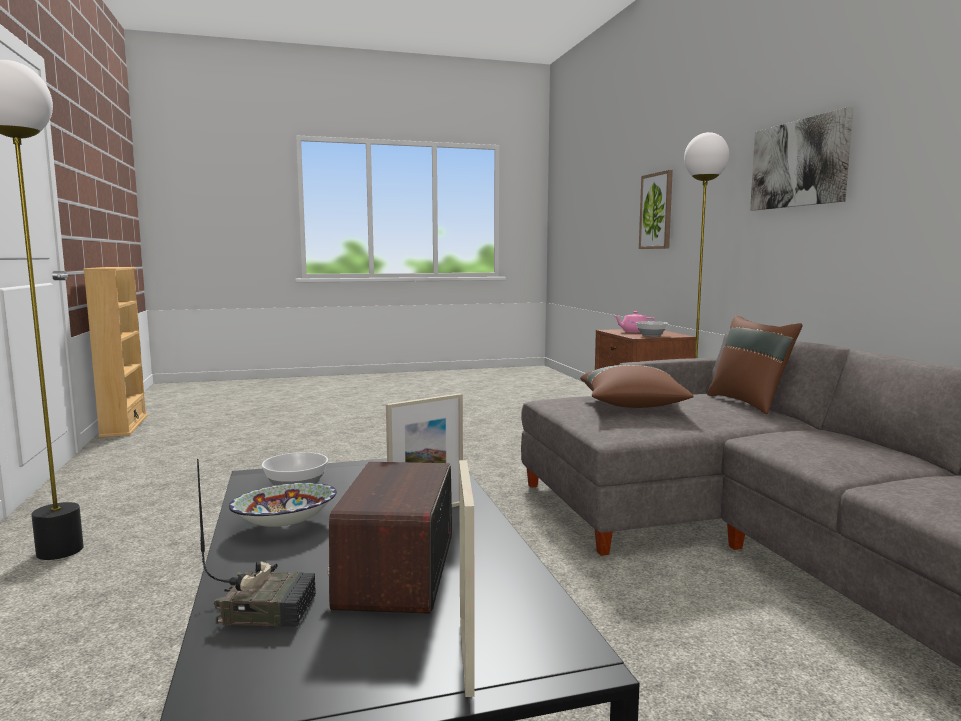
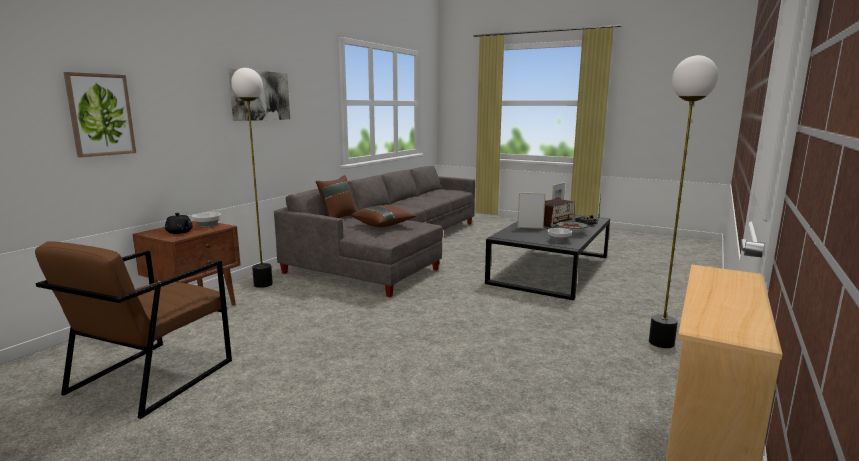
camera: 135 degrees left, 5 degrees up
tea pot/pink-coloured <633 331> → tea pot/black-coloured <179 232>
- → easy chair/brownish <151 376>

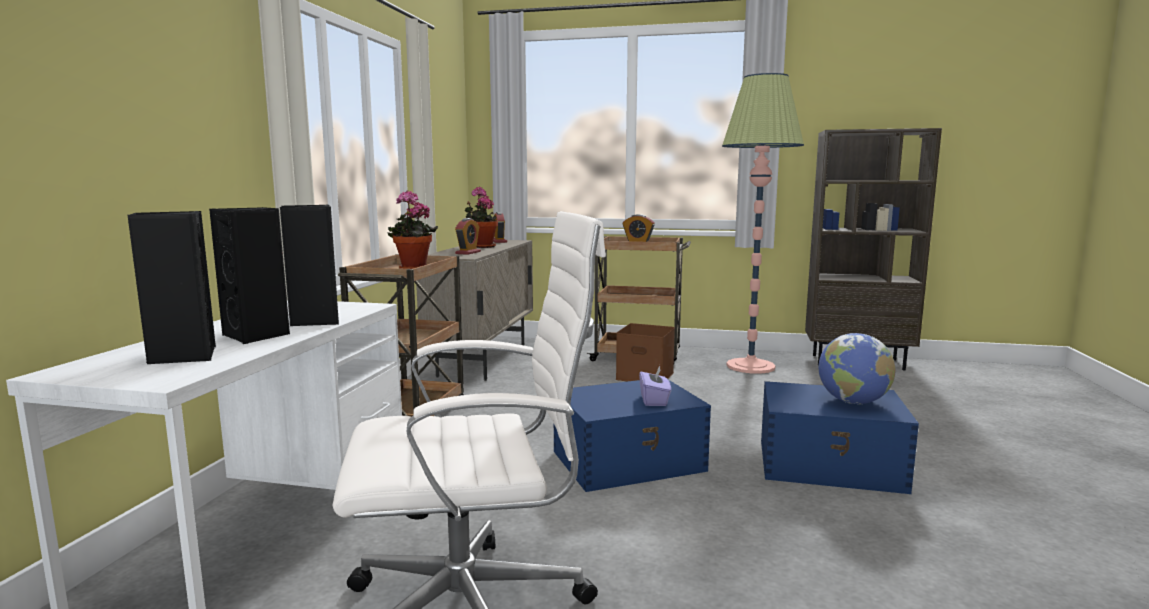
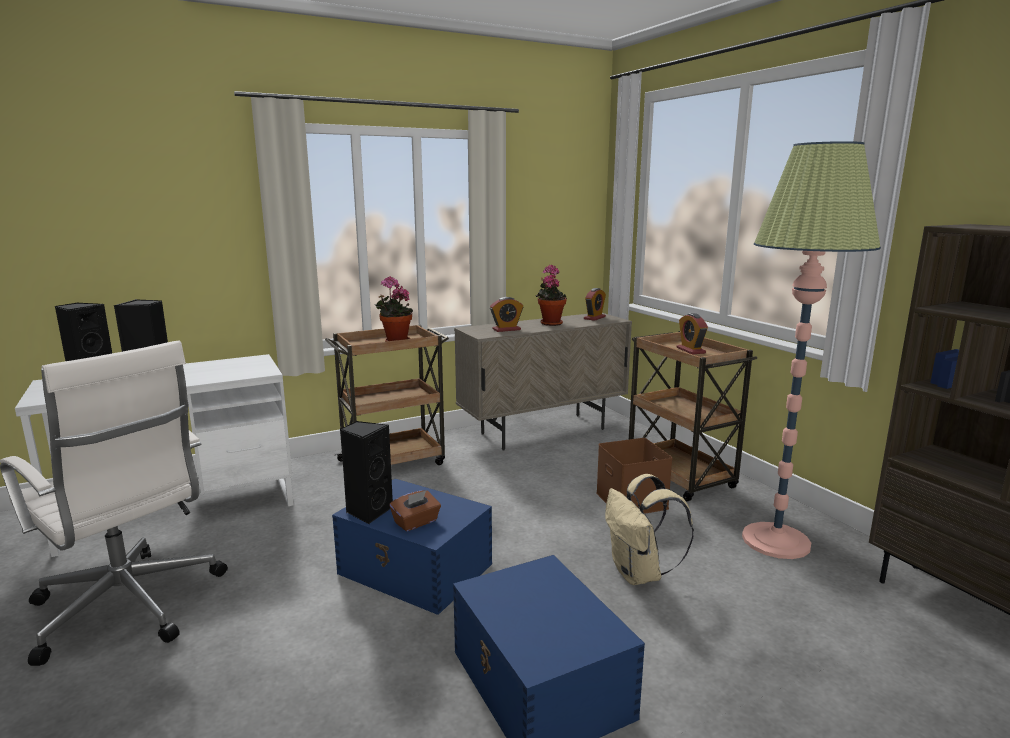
camera: 50 degrees right, 5 degrees up
loudspeaker/black-coloured <315 321> → loudspeaker/black-coloured <368 511>, move
world globe <853 402> → -
box of tissues/purple <654 400> → box of tissues/brownish <416 522>
- → rucksack/beige <639 574>

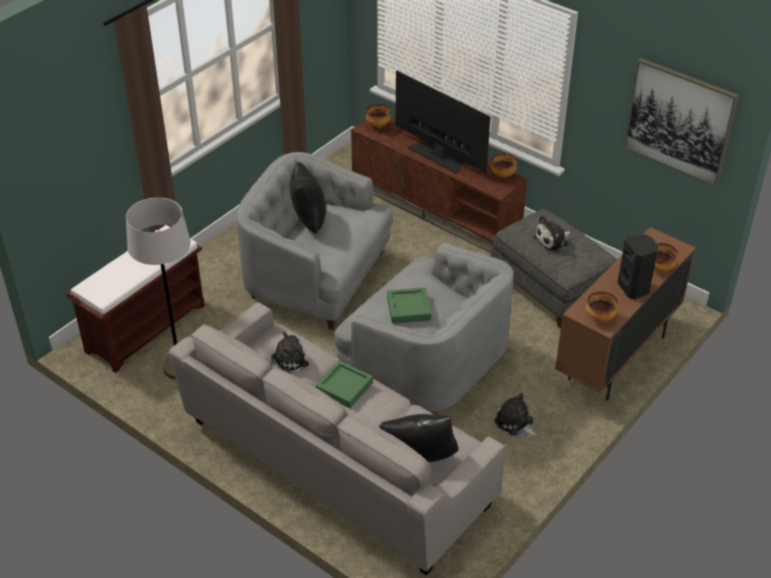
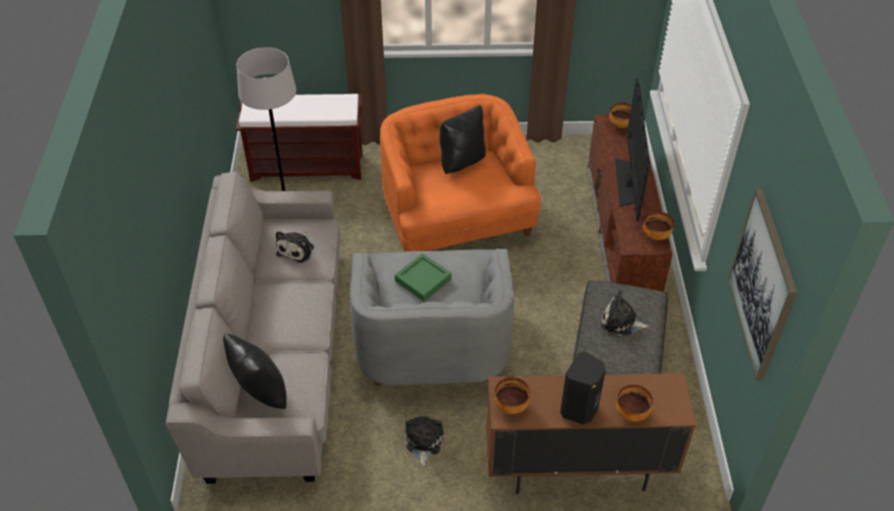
camera: 50 degrees right, 5 degrees up
easy chair/greyish <316 278> → easy chair/orange-coloured <456 218>
soft toy <287 361> → soft toy <297 249>, 90 degrees clockwise
tray/greenish <344 387> → -

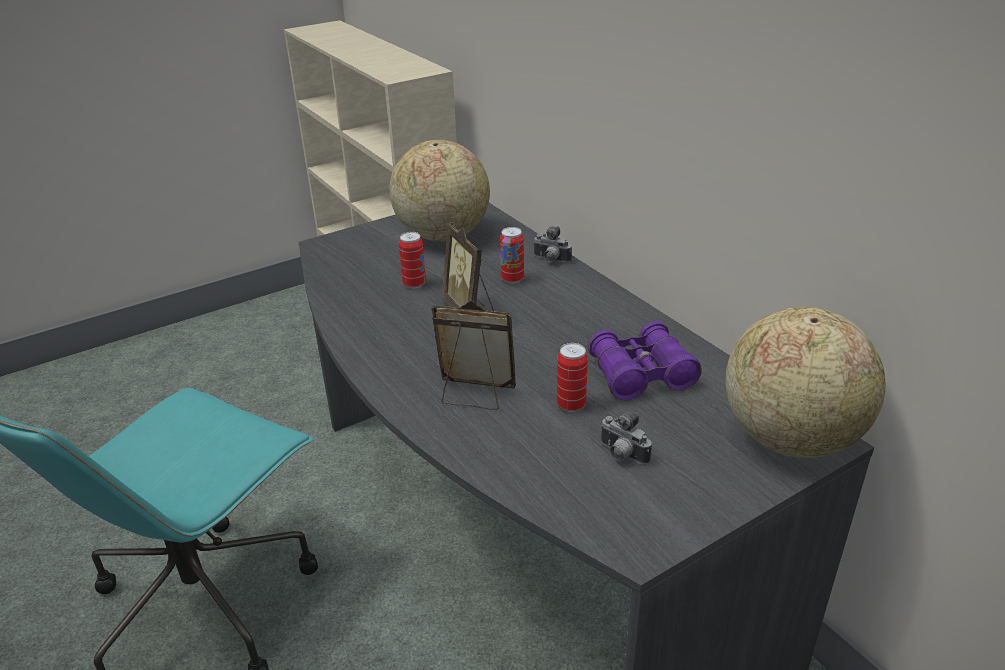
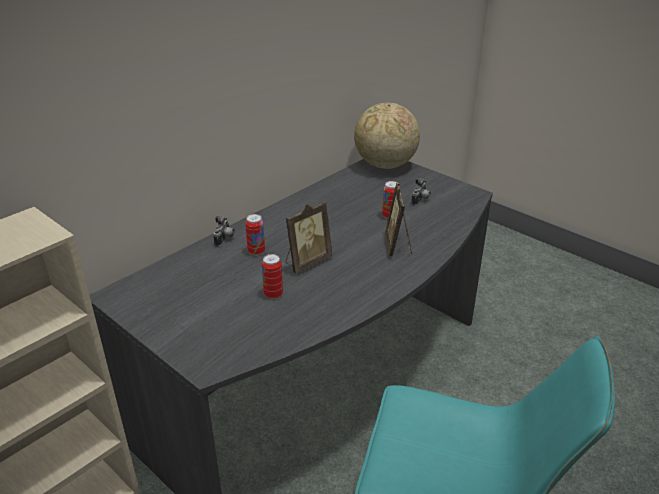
camera: 105 degrees left, 0 degrees up
world globe <442 235> → -
pair of binoculars/purple <641 374> → -

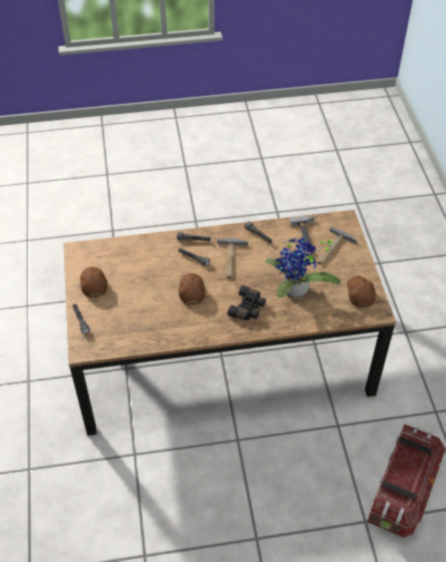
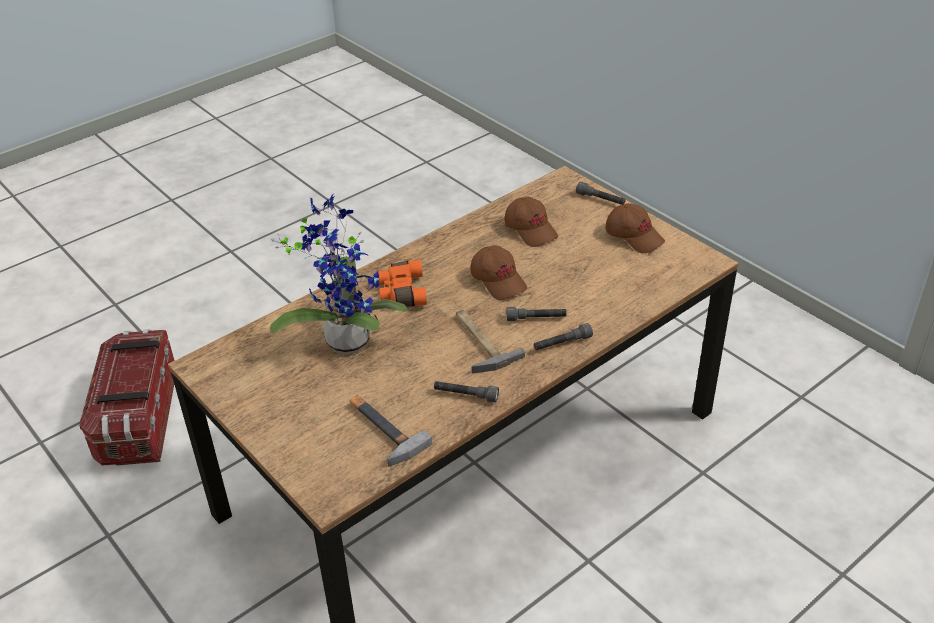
camera: 150 degrees right, 10 degrees down
tool hammer <332 250> → -
cap/brownish <359 293> → cap/brownish <531 230>, move
pair of binoculars/black-coloured <248 308> → pair of binoculars/orange-coloured <401 292>

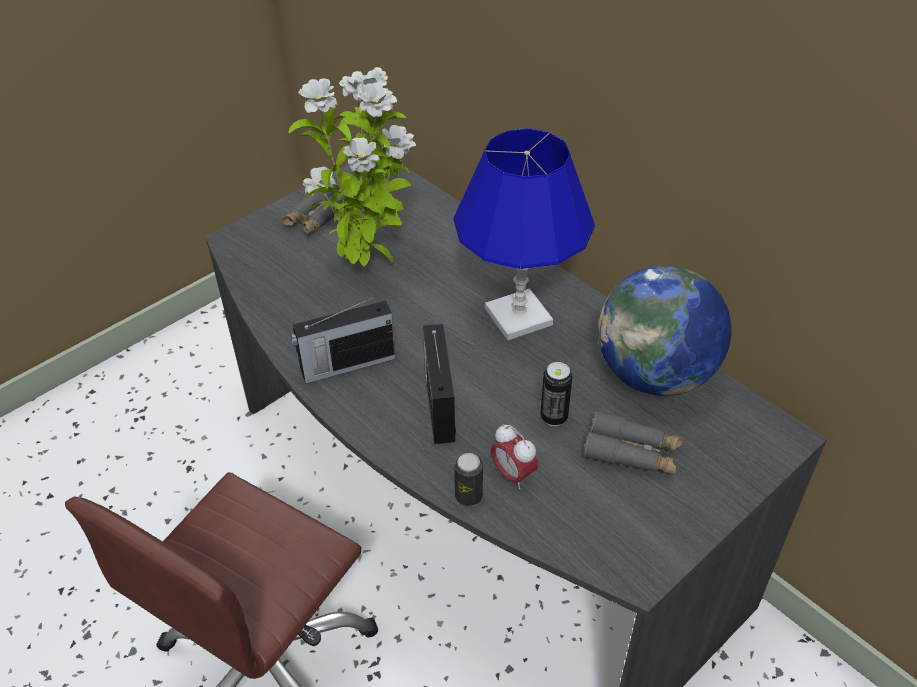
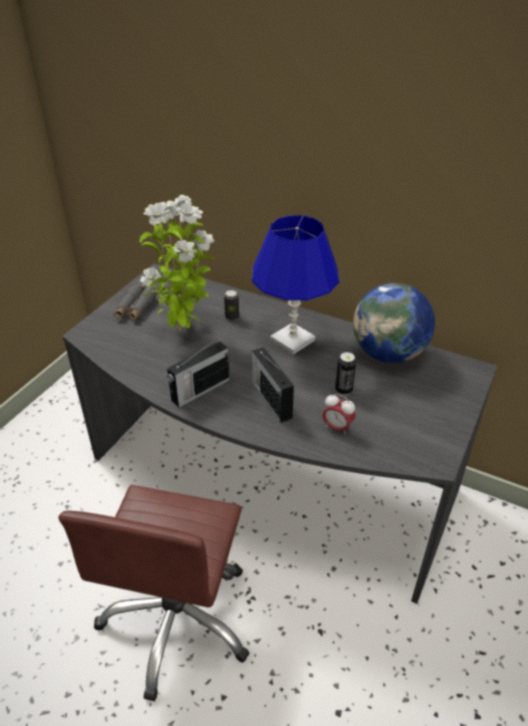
camera: 20 degrees left, 5 degrees down
pair of binoculars/greyish <632 453> → -
can <468 495> → can <232 316>, move

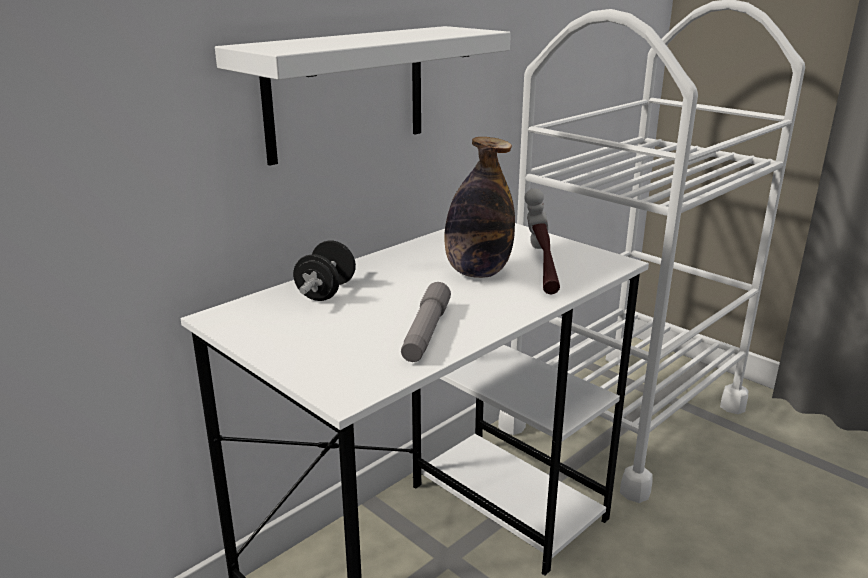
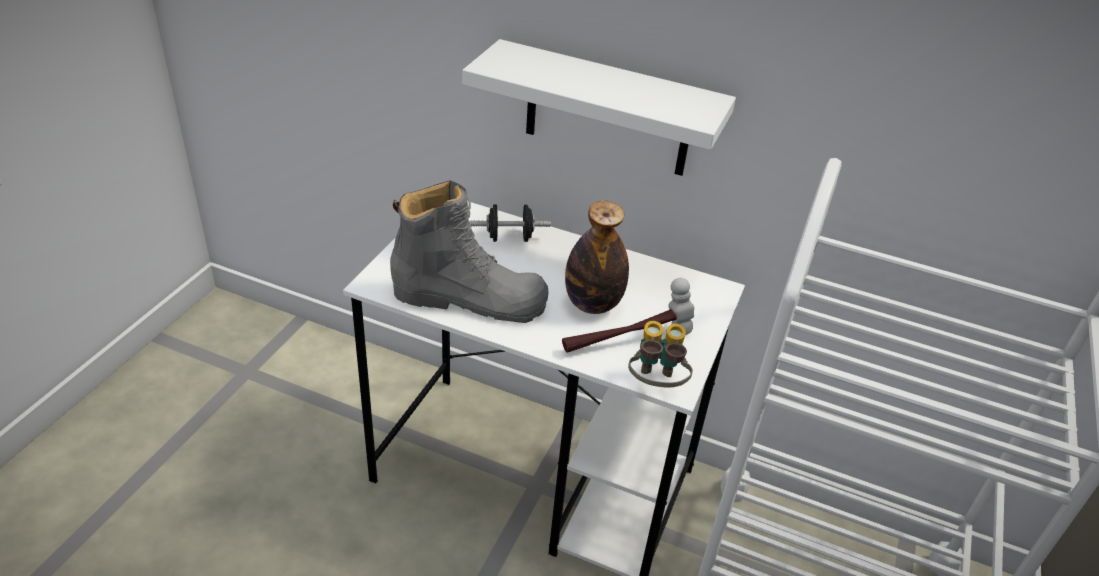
camera: 65 degrees right, 15 degrees up
hand torch/greyish <426 332> → boot/greyish <470 299>
- → pair of binoculars <655 385>

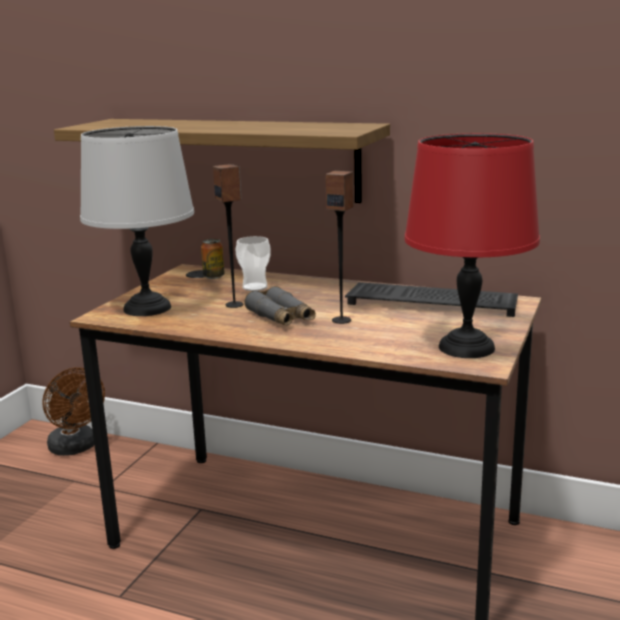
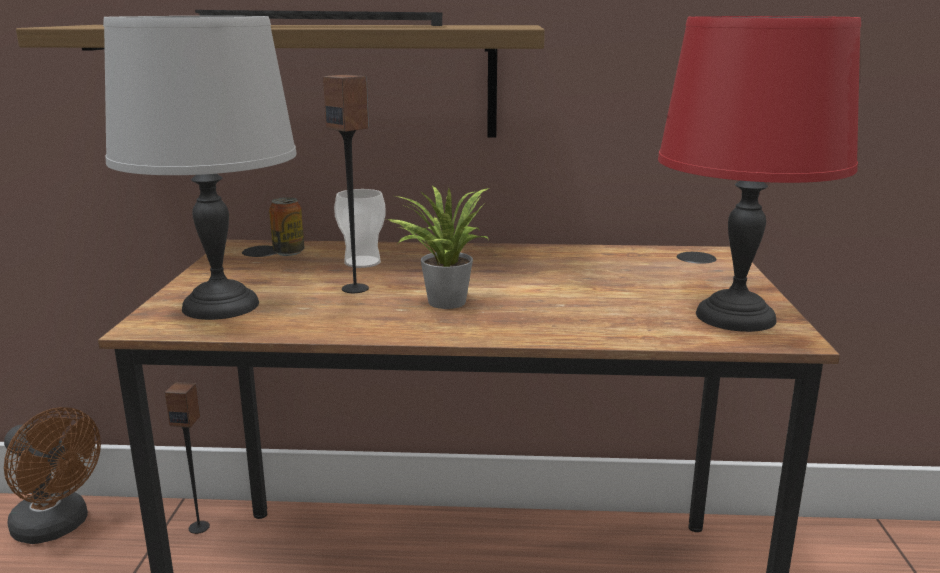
camera: 20 degrees left, 0 degrees up
loudspeaker <341 320> → loudspeaker <199 527>, move
computer keyboard <434 301> → computer keyboard <328 25>, move
pair of binoculars/greyish <281 317> → potted plant <442 301>

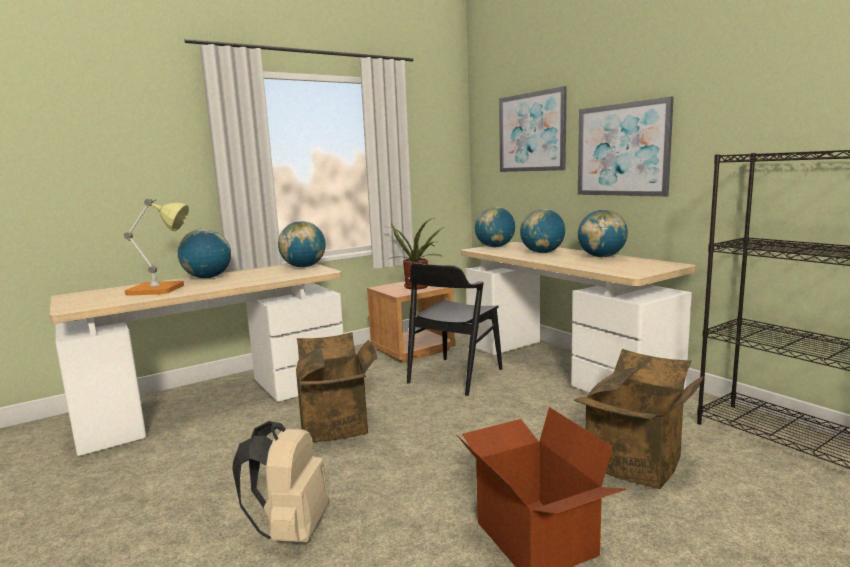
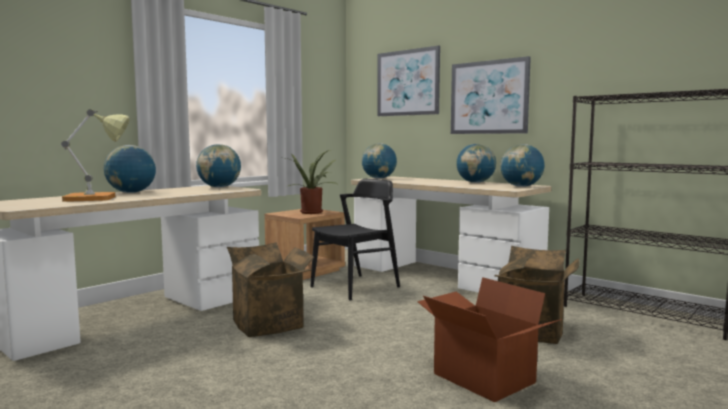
camera: 15 degrees left, 5 degrees down
world globe <542 252> → world globe <521 186>, move
plain chair/black-coloured <454 376> → plain chair/black-coloured <356 287>, 150 degrees counterclockwise
rucksack/beige <290 530> → -

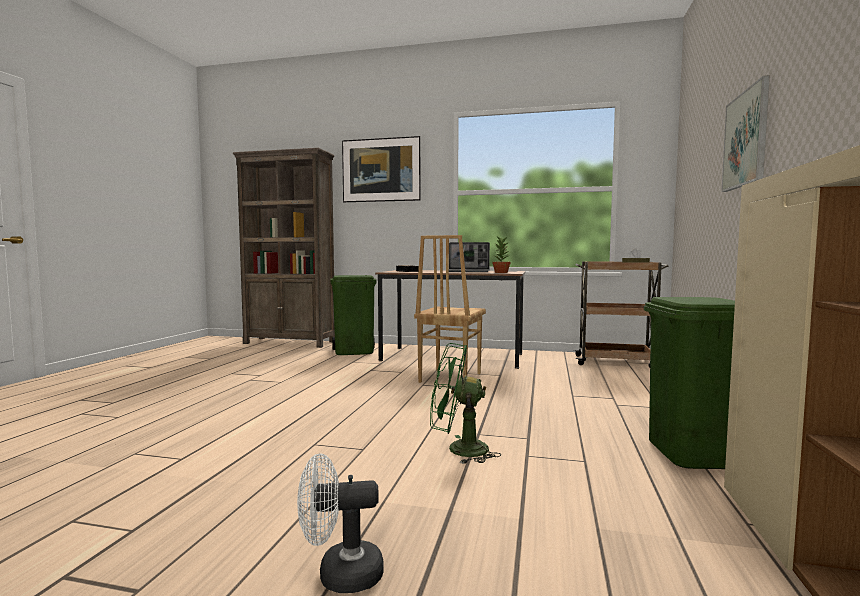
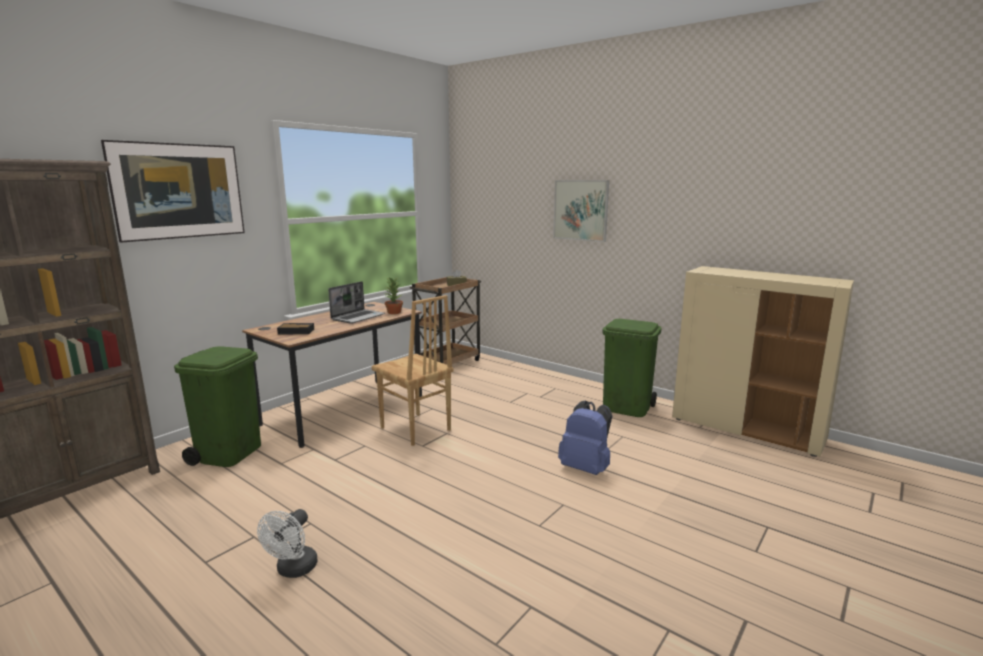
camera: 65 degrees left, 10 degrees up
electric fan/greenish <458 450> → rucksack/bluish <586 468>
electric fan/whitish <340 575> → electric fan/whitish <293 570>, move

